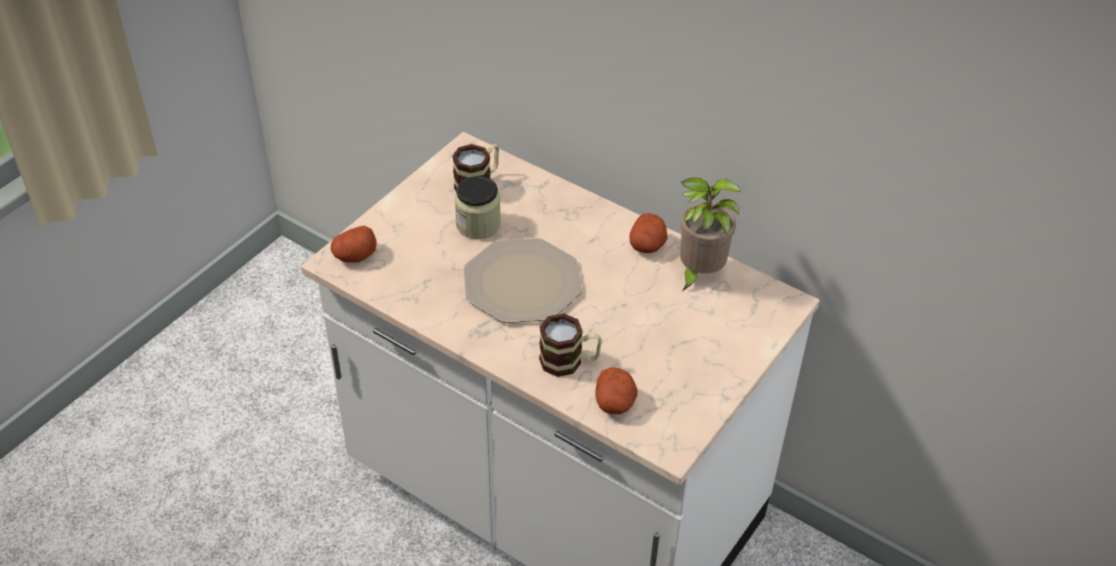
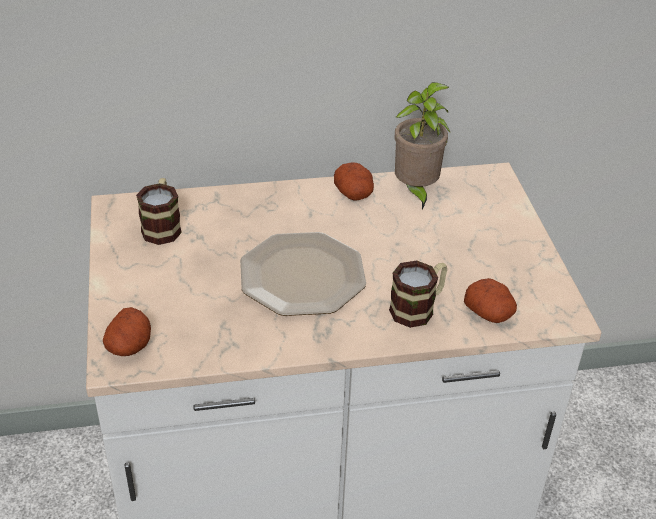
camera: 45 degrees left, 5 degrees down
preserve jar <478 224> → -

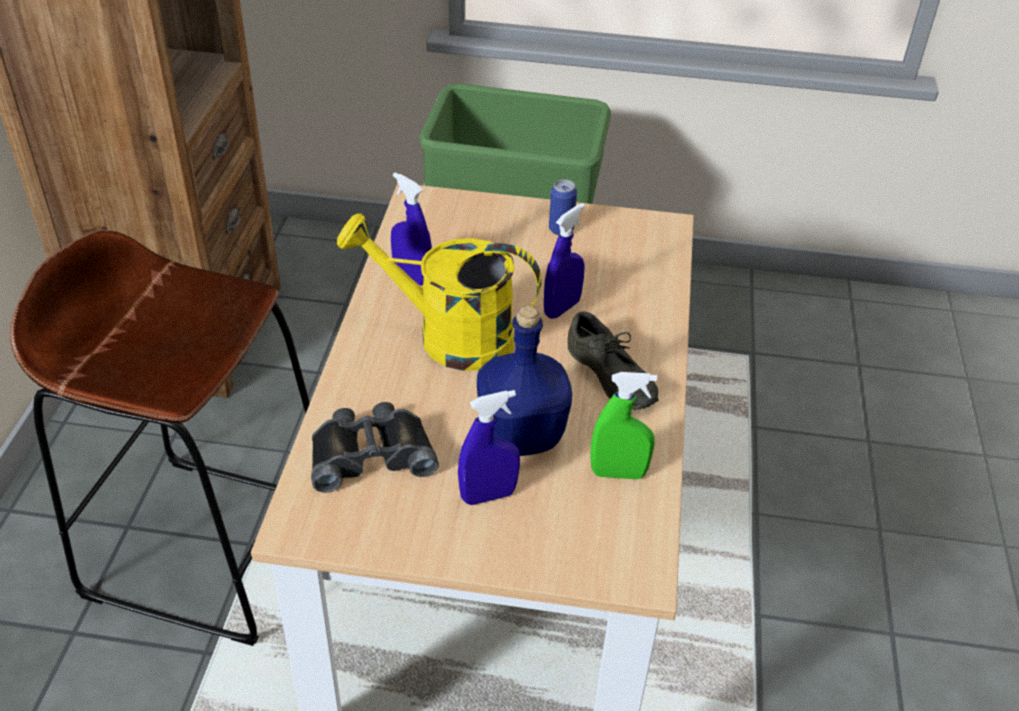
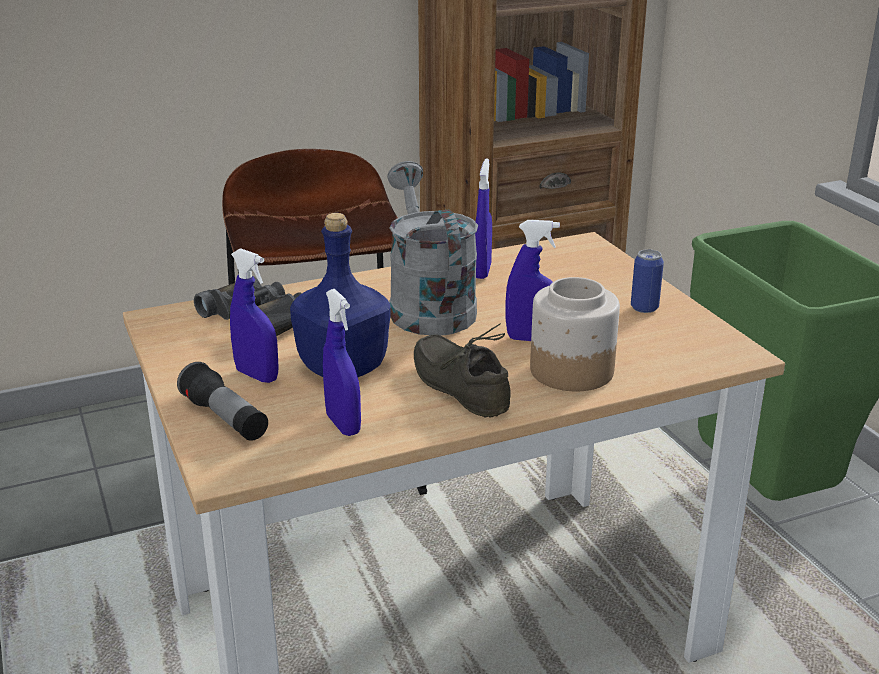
camera: 60 degrees right, 15 degrees down
watering pot/yellow-coloured <448 337> → watering pot/greyish <427 306>
shoe/greyish <607 378> → shoe/greyish <463 385>, 120 degrees clockwise
hand sprayer/greenish <618 473> → hand sprayer/bluish <343 425>
- → preserve jar <570 371>
- → hand torch <225 419>

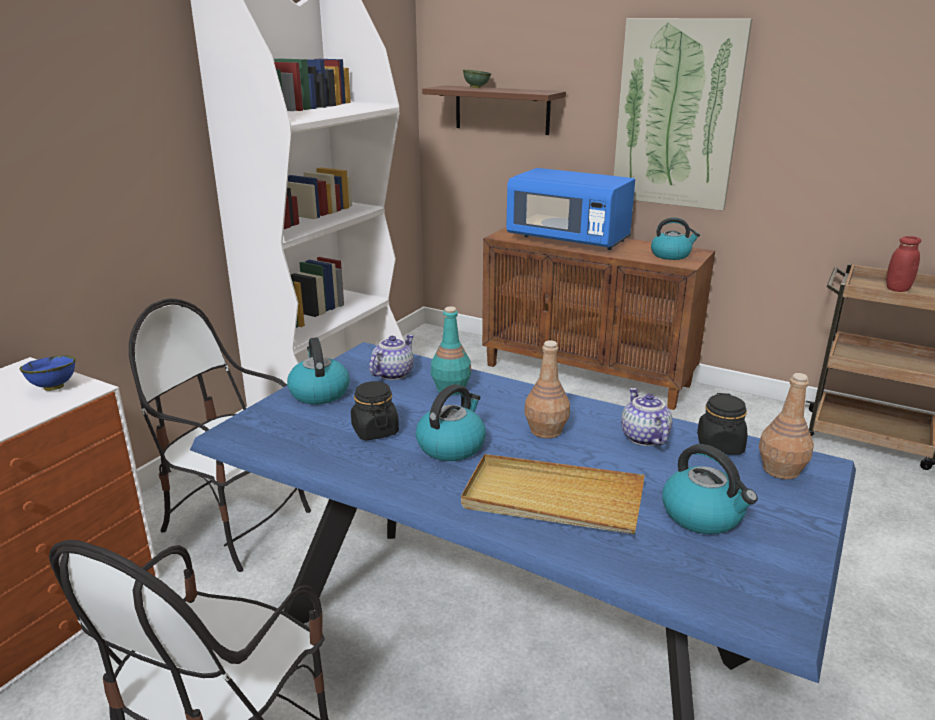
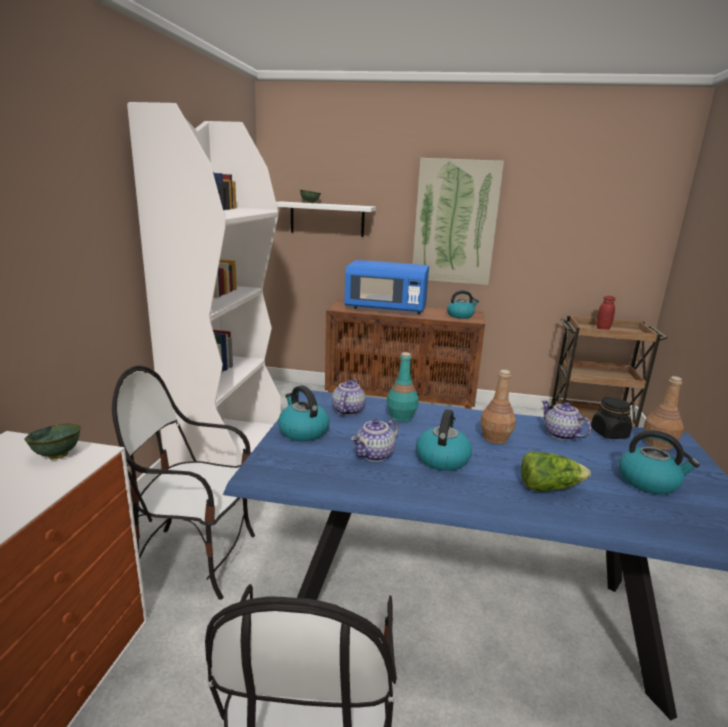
camera: 20 degrees left, 5 degrees down
shelf/brownish <502 109> → shelf/whitish <327 219>
serving bowl/bluish <53 388> → serving bowl/greenish <56 456>
preserve jar/black-coloured <375 431> → tea pot <375 455>
tray/beige <552 499> → lettuce head <549 487>

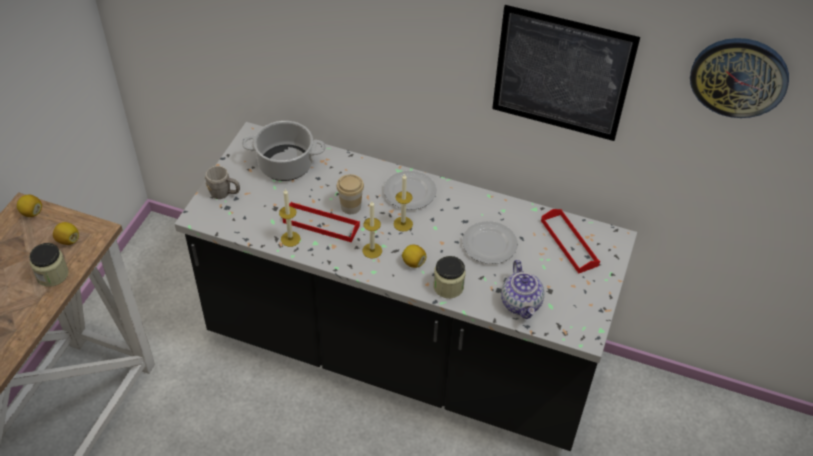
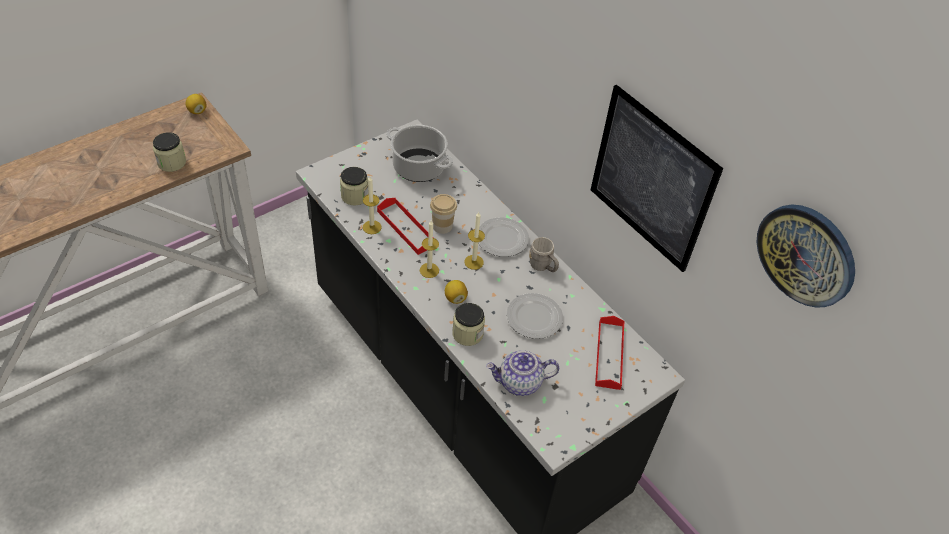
camera: 30 degrees right, 0 degrees up
mug/greyish <224 193> → mug/greyish <543 267>, move
citrus fruit <68 240> → -
tea pot <521 303> → tea pot <519 383>, 60 degrees clockwise
- → preserve jar <355 196>

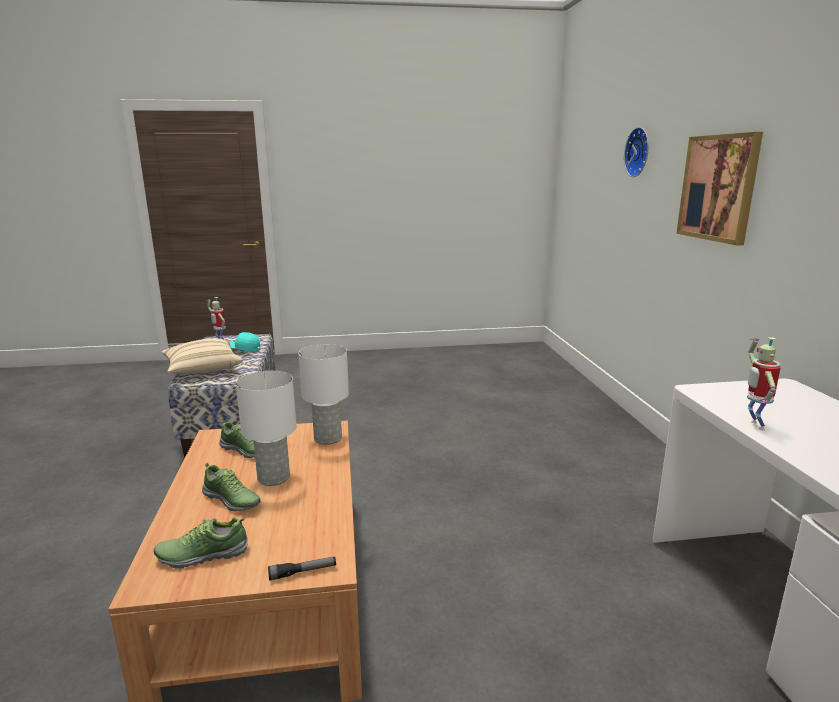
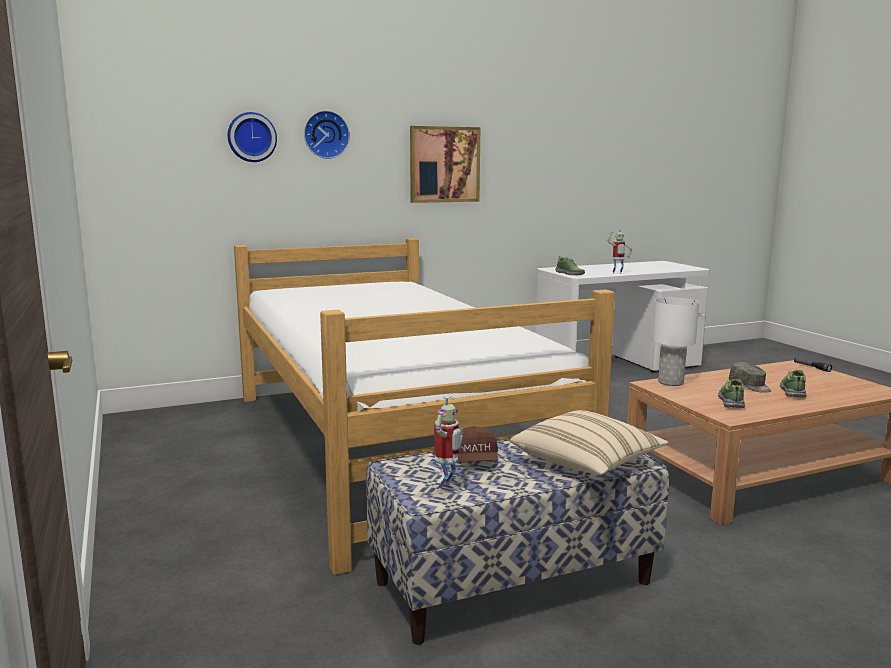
camera: 105 degrees left, 5 degrees down
cap/turquoise <243 349> → cap/brownish <475 460>
table lamp/whitish <274 478> → cap/greyish <750 386>
shoe <203 554> → shoe <570 274>, move
- → clock on the wall <251 137>
- → bedroom bed <388 446>

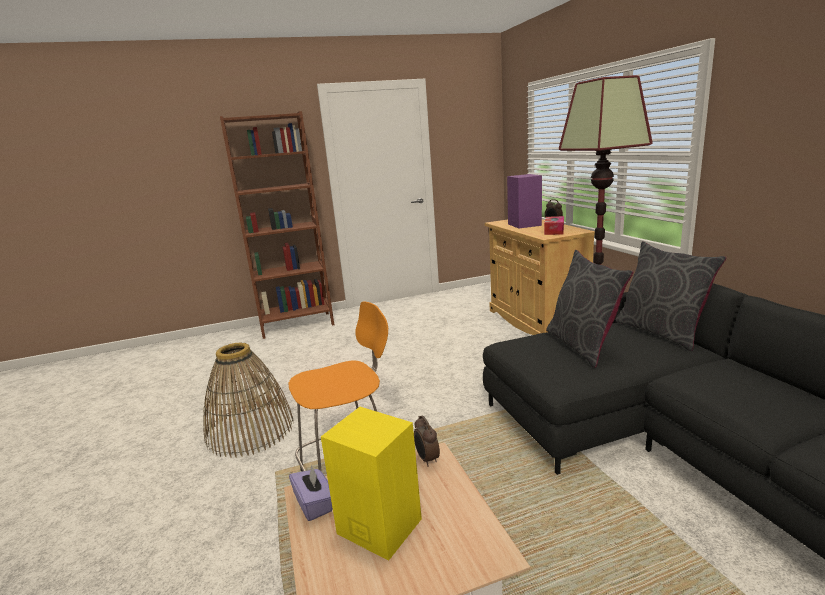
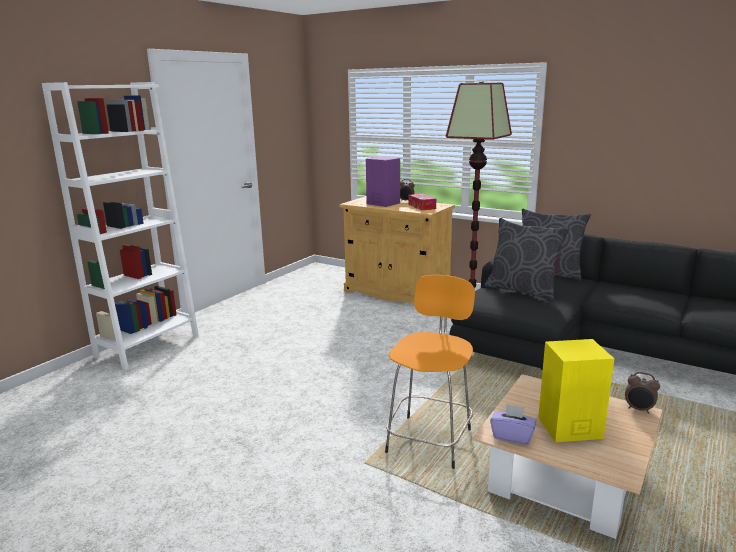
camera: 40 degrees left, 0 degrees up
bookshelf/brownish <297 325> → bookshelf/whitish <148 346>
storage basket <250 430> → -
table clock <427 459> → table clock <639 409>, move

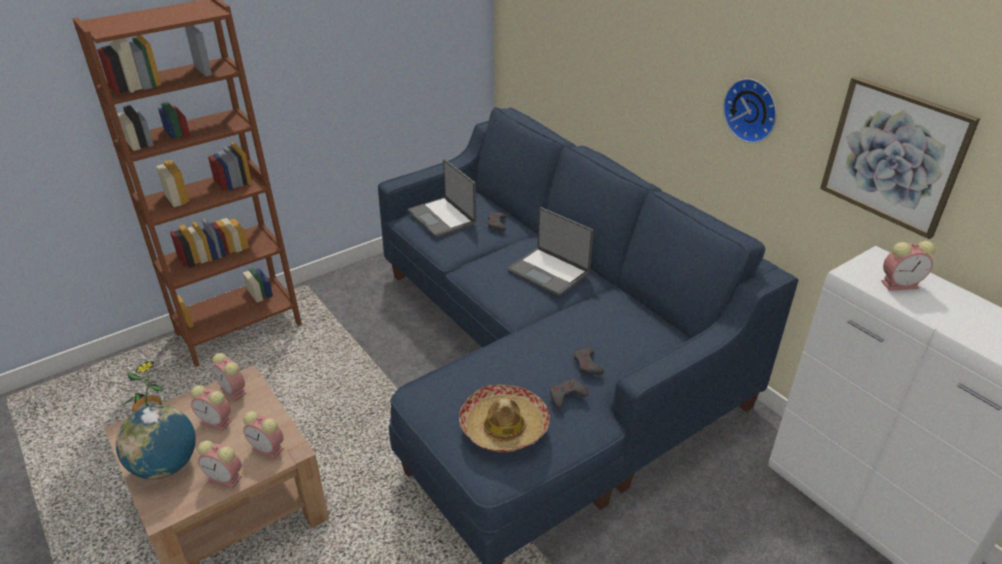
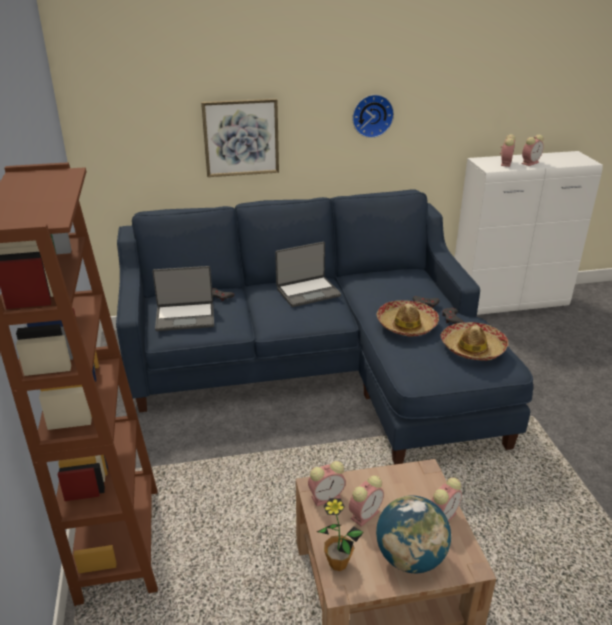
camera: 65 degrees left, 5 degrees down
wall art <894 156> → wall art <241 137>, move
table clock <269 449> → table clock <530 163>, move
- → hat <406 325>

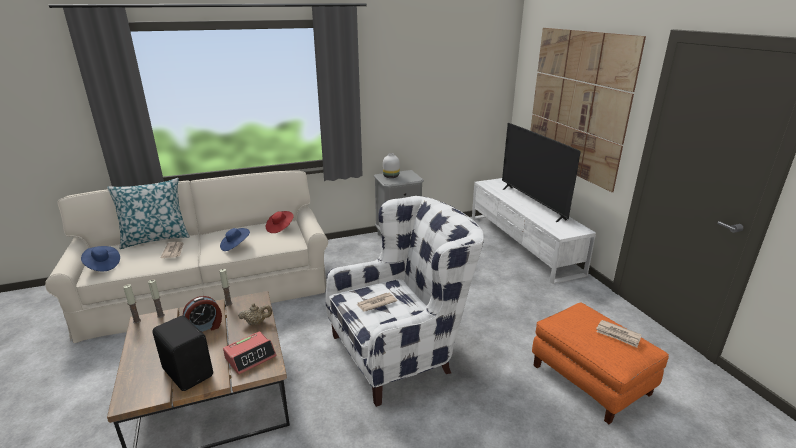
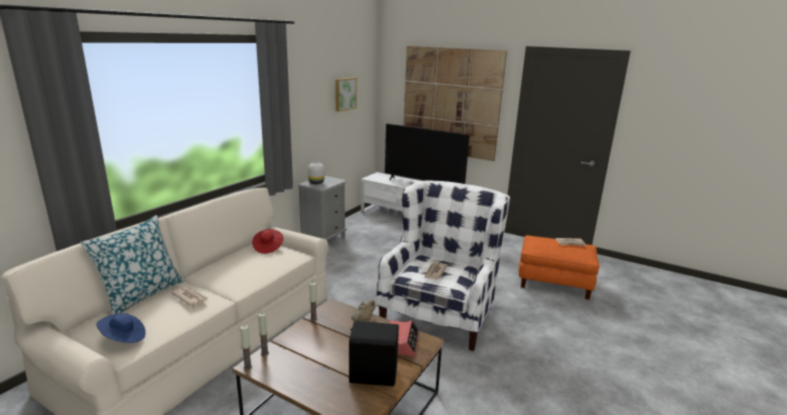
camera: 40 degrees left, 5 degrees down
hat/bluish <235 246> → -
table clock <205 328> → -
- → wall art <344 94>

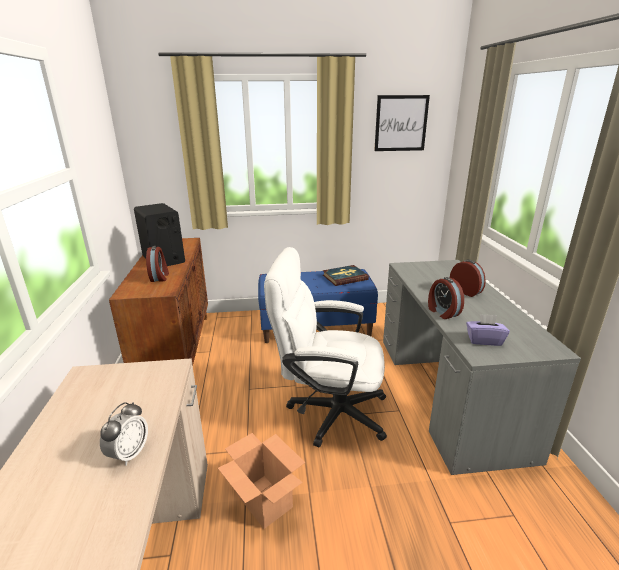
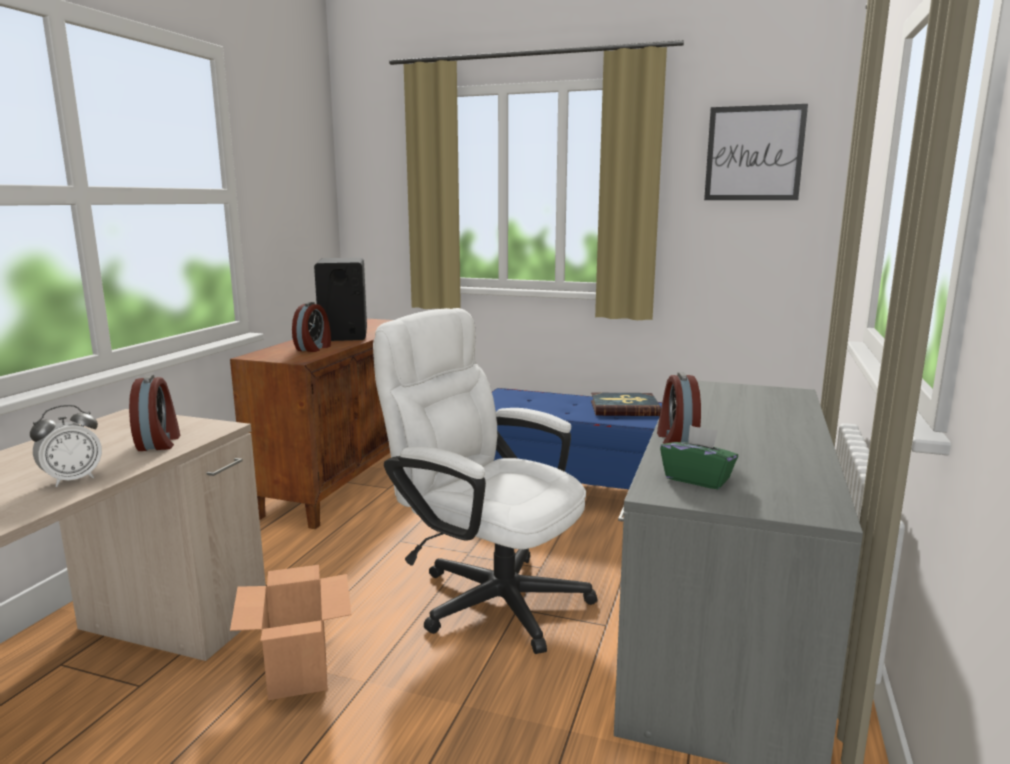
camera: 25 degrees right, 10 degrees down
table clock <465 291> → table clock <159 442>, move
box of tissues/purple <484 340> → box of tissues/greenish <697 479>

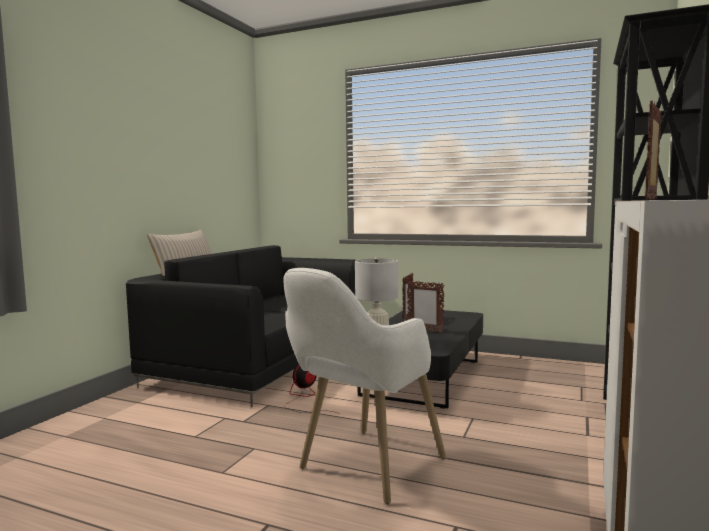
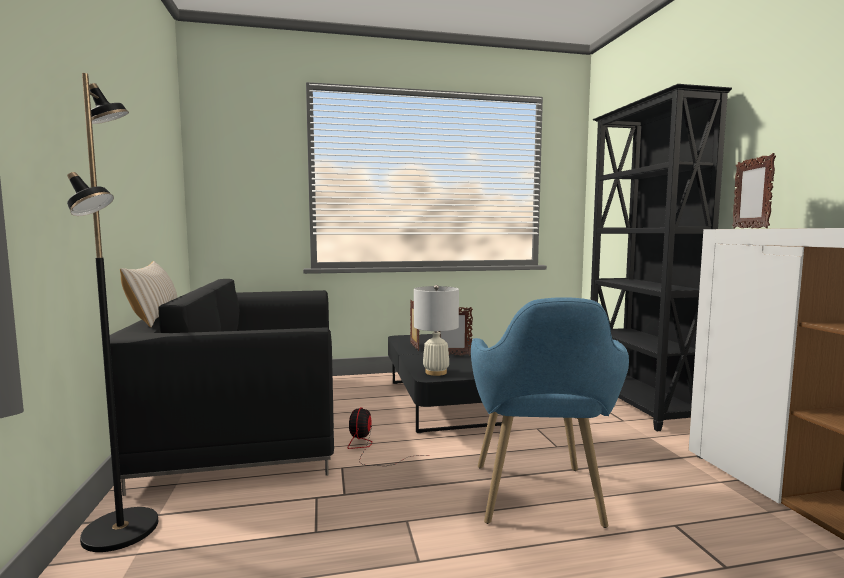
camera: 35 degrees left, 0 degrees up
easy chair/whitish <362 471> → easy chair/bluish <539 505>
- → standard lamp/black-coloured <122 530>

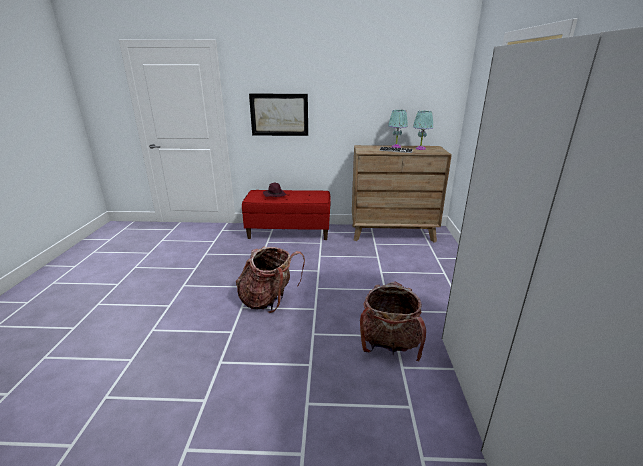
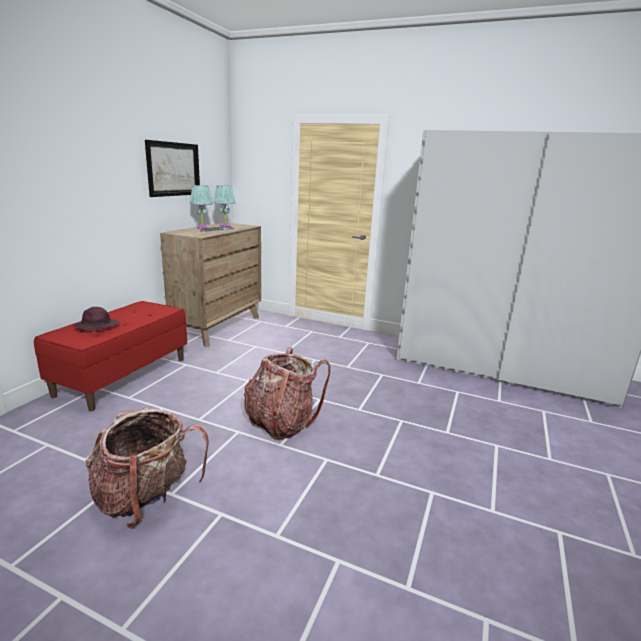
camera: 70 degrees left, 5 degrees down
wall art <279 114> → wall art <173 169>, move
rucksack <389 346> → rucksack <146 499>, move

